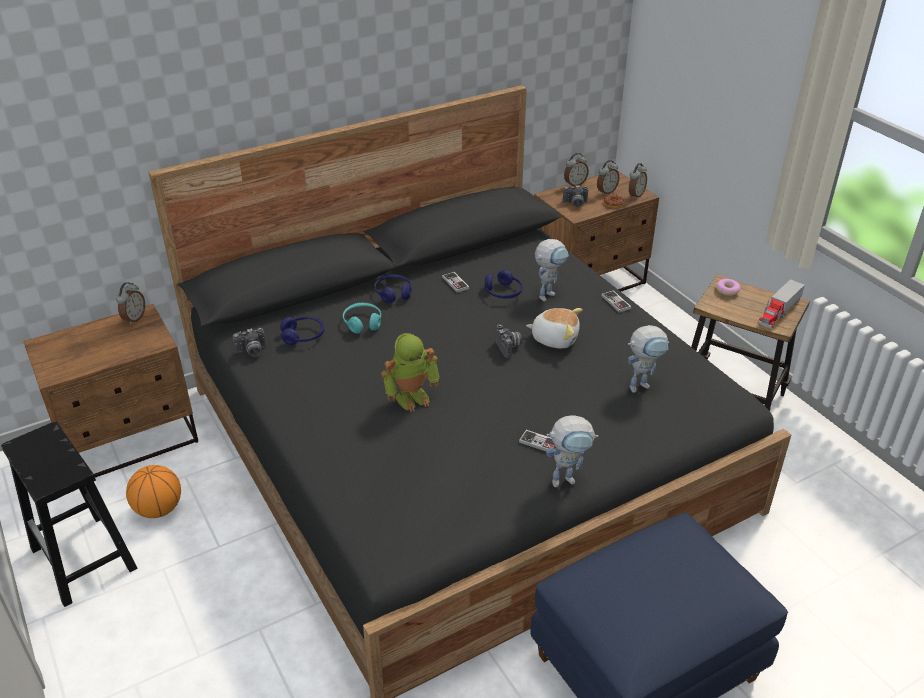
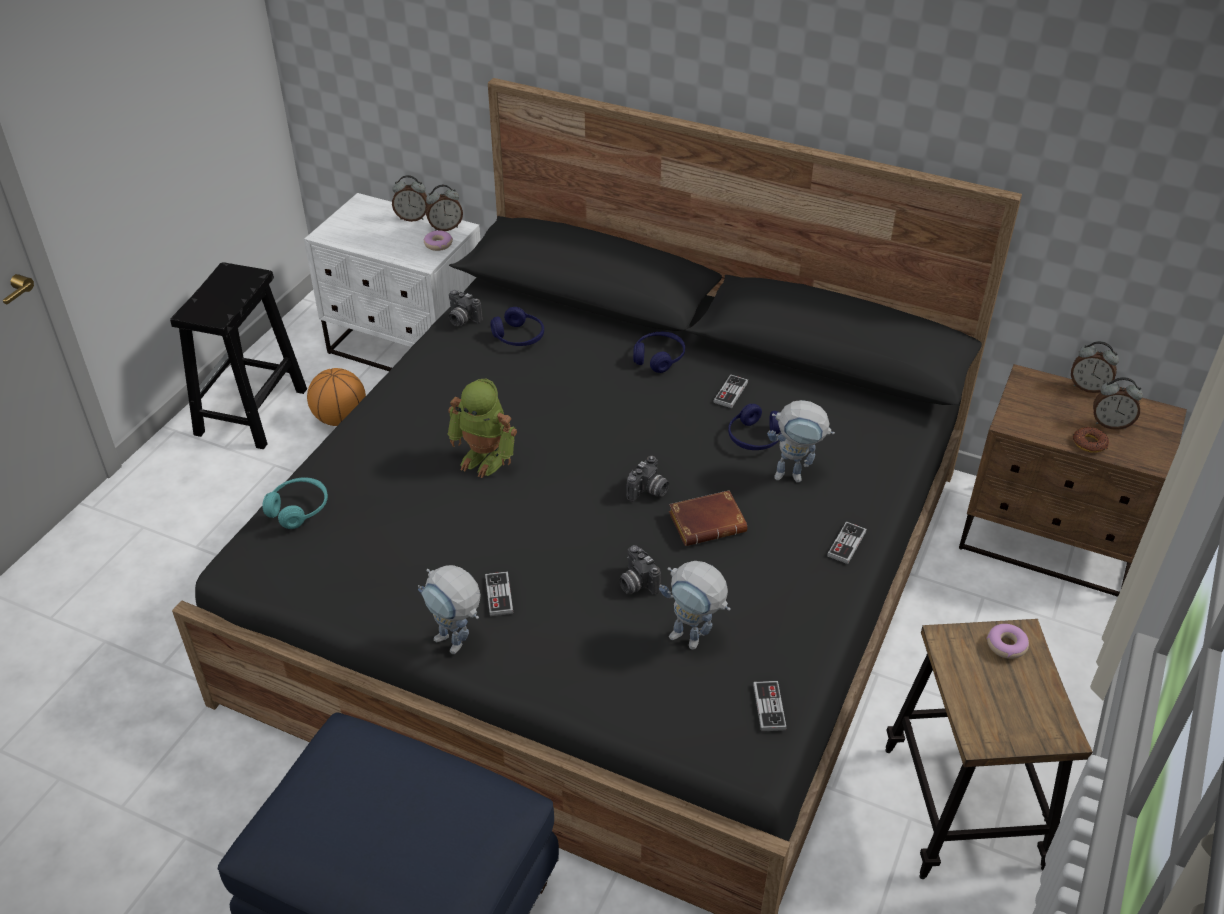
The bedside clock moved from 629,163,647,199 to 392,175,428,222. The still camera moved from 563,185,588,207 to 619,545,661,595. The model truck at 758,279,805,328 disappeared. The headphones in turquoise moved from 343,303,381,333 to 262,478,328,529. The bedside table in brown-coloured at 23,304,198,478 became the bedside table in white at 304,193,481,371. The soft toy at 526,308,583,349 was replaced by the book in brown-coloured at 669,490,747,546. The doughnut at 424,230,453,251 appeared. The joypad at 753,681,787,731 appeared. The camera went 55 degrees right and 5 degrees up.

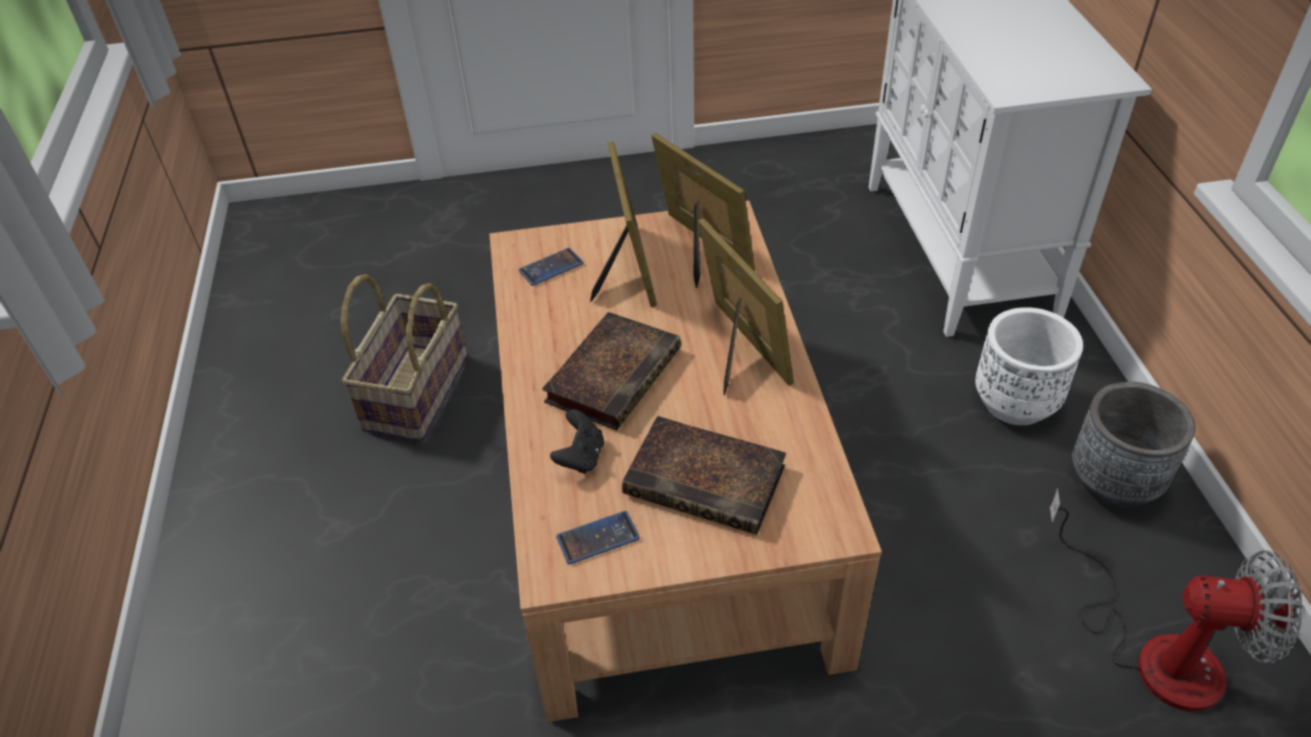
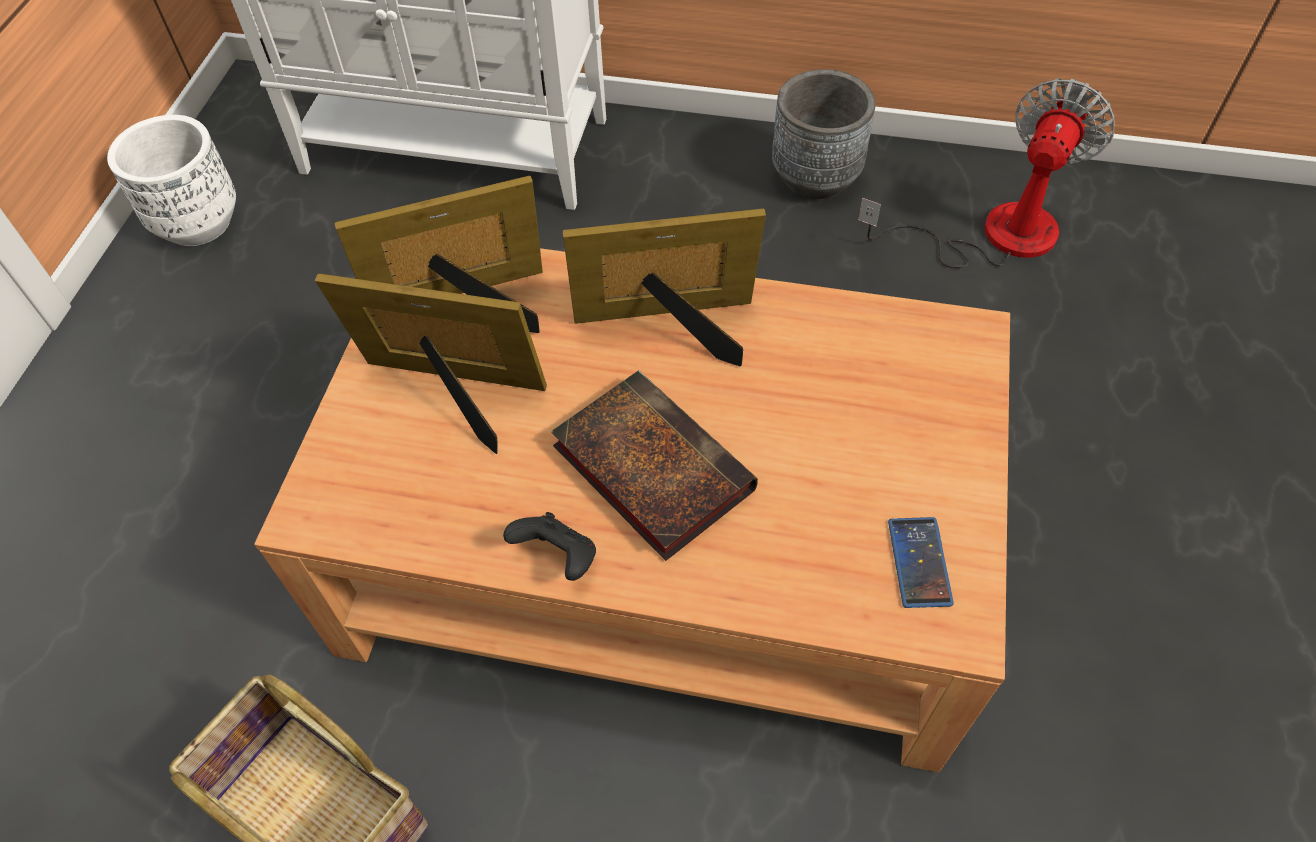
The telephone at 518,248,584,286 disappeared. The flower pot in white moved from 975,307,1083,425 to 107,115,236,246. The joypad in black moved from 550,409,604,474 to 503,512,596,581. The book at 622,416,786,535 disappeared. The camera went 70 degrees left and 10 degrees up.

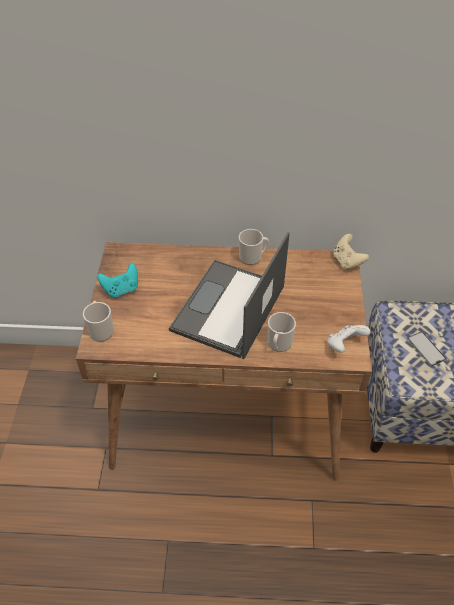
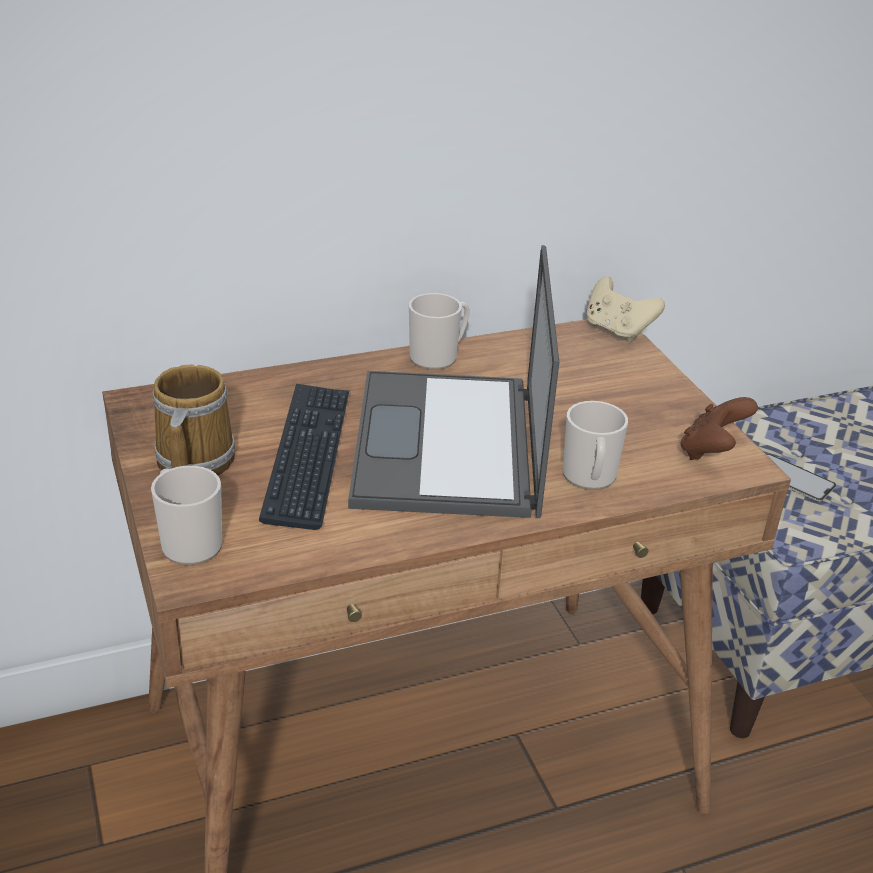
The joypad in turquoise at 97,263,138,297 was replaced by the coffee mug at 152,364,236,475. The joypad in white at 327,325,371,353 became the joypad in brown-coloured at 681,397,758,460. The keyboard at 259,384,349,530 appeared. The camera went 25 degrees left and 15 degrees down.

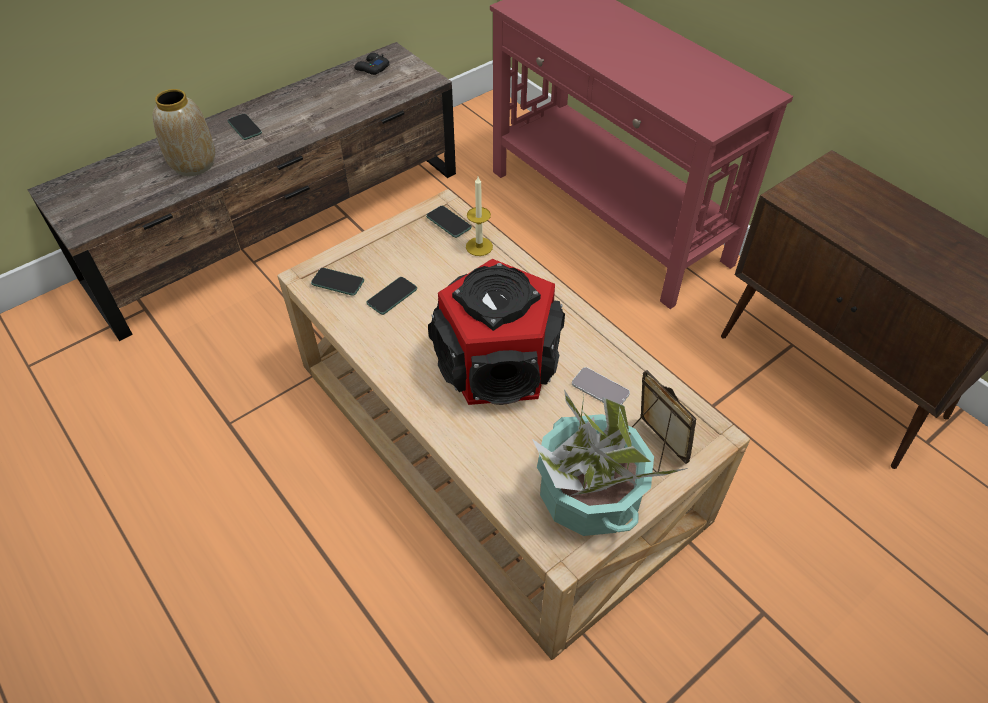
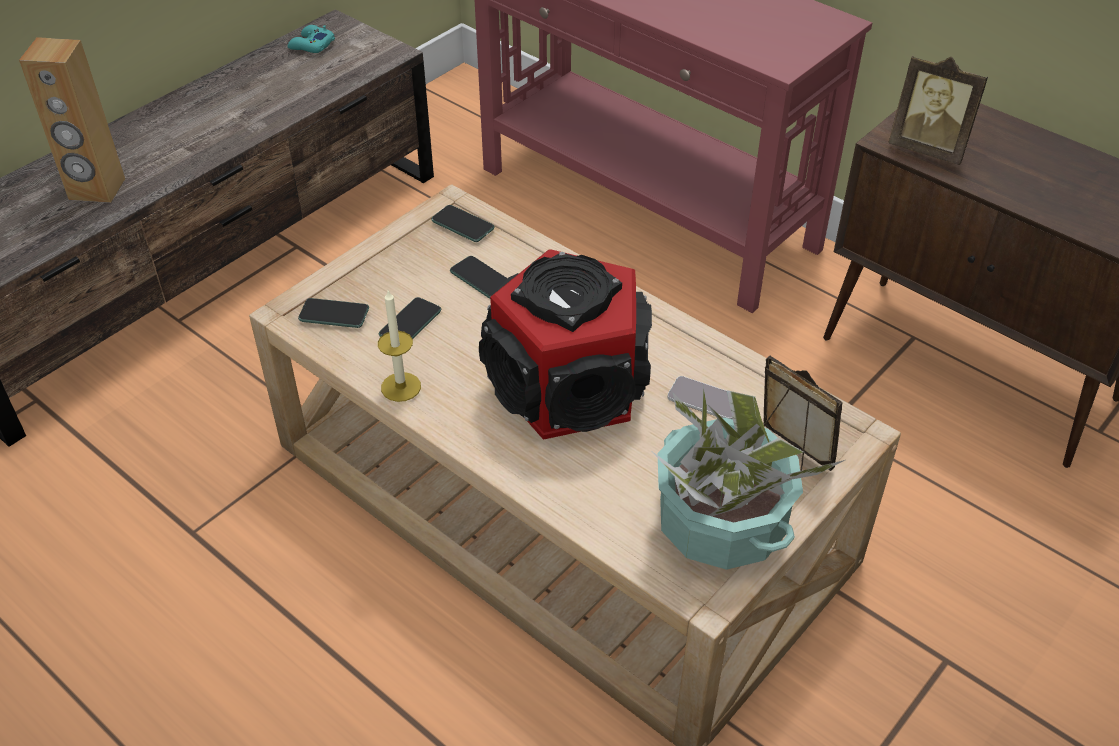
The joypad in black at 354,53,390,75 became the joypad in turquoise at 288,25,335,53. The decorative vase at 153,89,215,176 was replaced by the audio speaker in brown-coloured at 19,37,125,203. The telephone moved from 227,114,262,140 to 450,256,508,299. The wax candle moved from 466,177,493,256 to 378,290,421,402. The standing frame at 888,56,988,165 appeared. The camera went 10 degrees left and 5 degrees down.

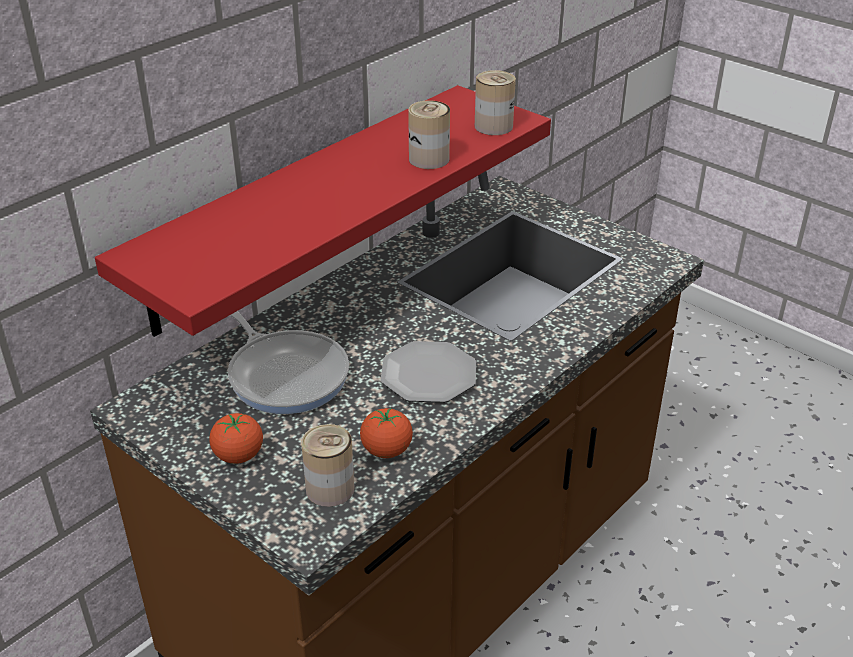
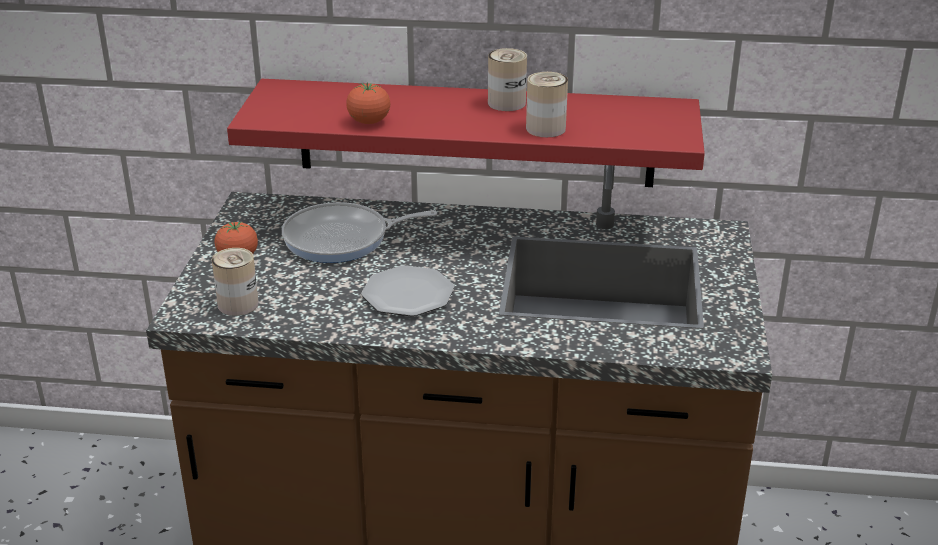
The can moved from 475,70,516,135 to 488,48,527,111. The frying pan at 228,311,349,414 turned 60 degrees clockwise. The fresh tomato moved from 360,408,413,458 to 346,82,390,124. The camera went 55 degrees right and 5 degrees down.

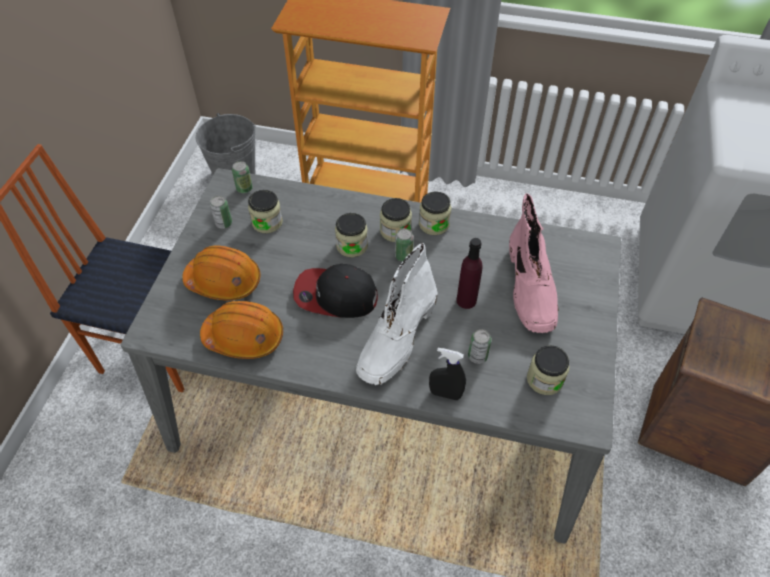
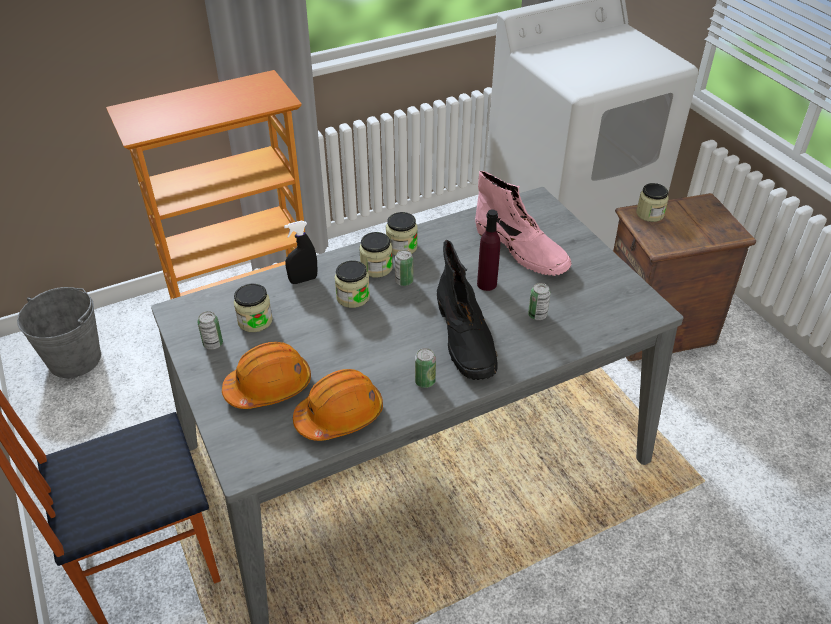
The can moved from 232,161,253,193 to 415,348,436,388. The boot in white at 356,243,437,385 became the boot in black at 437,240,498,380. The peaked cap at 293,264,378,318 disappeared. The jar moved from 527,345,569,395 to 636,183,669,222. The hand sprayer in black moved from 429,348,466,400 to 284,221,318,284. The camera went 40 degrees left and 10 degrees down.

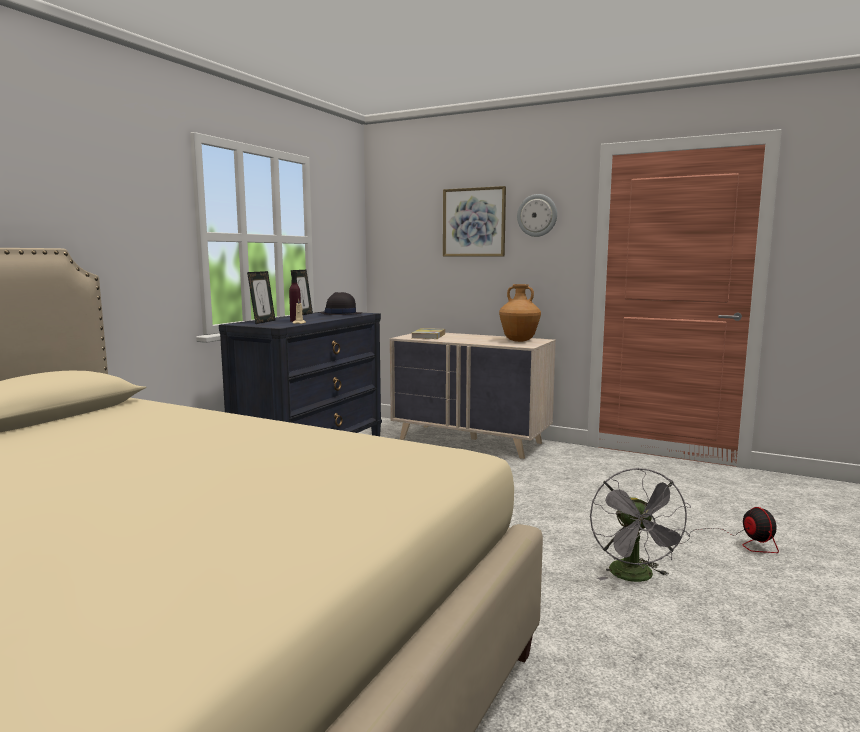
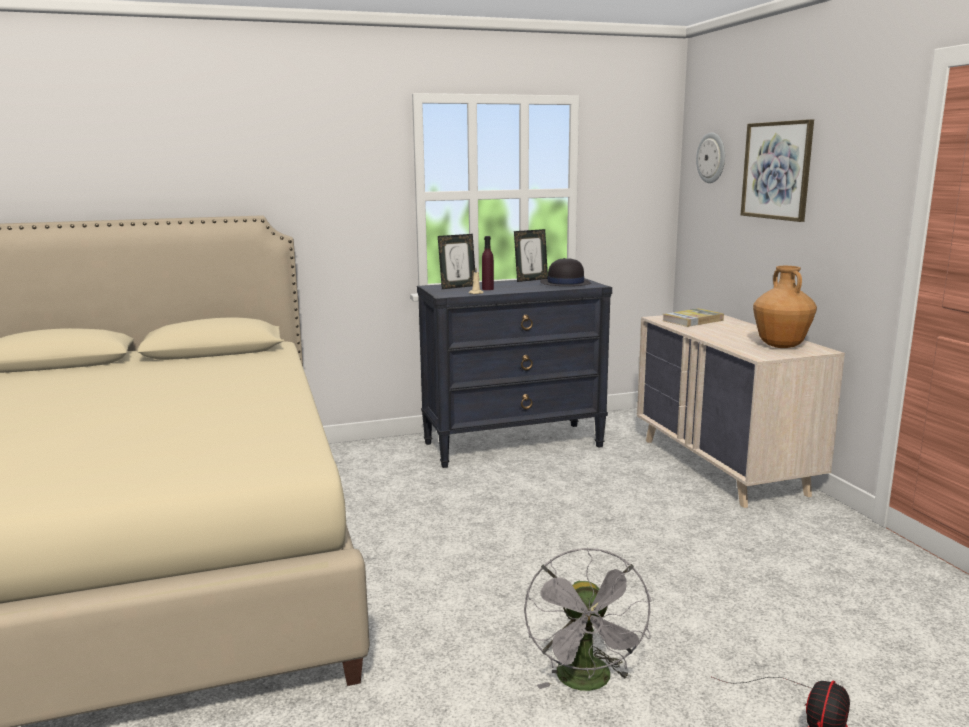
The hanging clock moved from 517,194,557,237 to 696,133,725,183. The electric fan in grey at 590,468,691,582 turned 45 degrees counterclockwise. The camera went 45 degrees right and 5 degrees up.

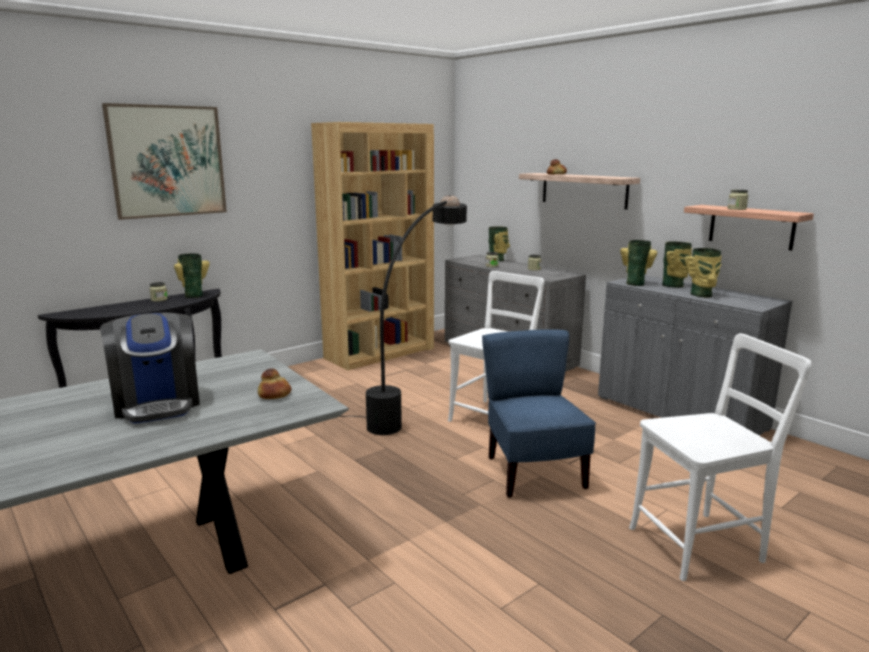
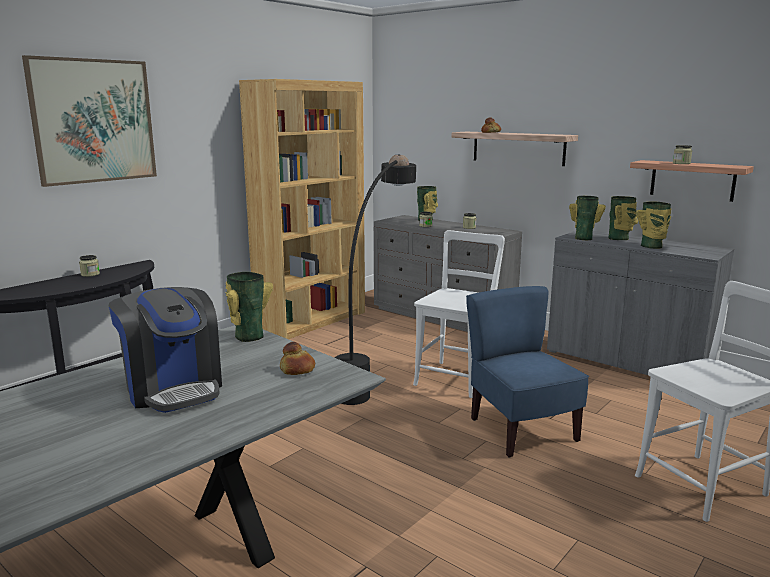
The decorative vase moved from 174,253,210,298 to 225,272,273,342. The camera went 10 degrees left and 0 degrees up.

